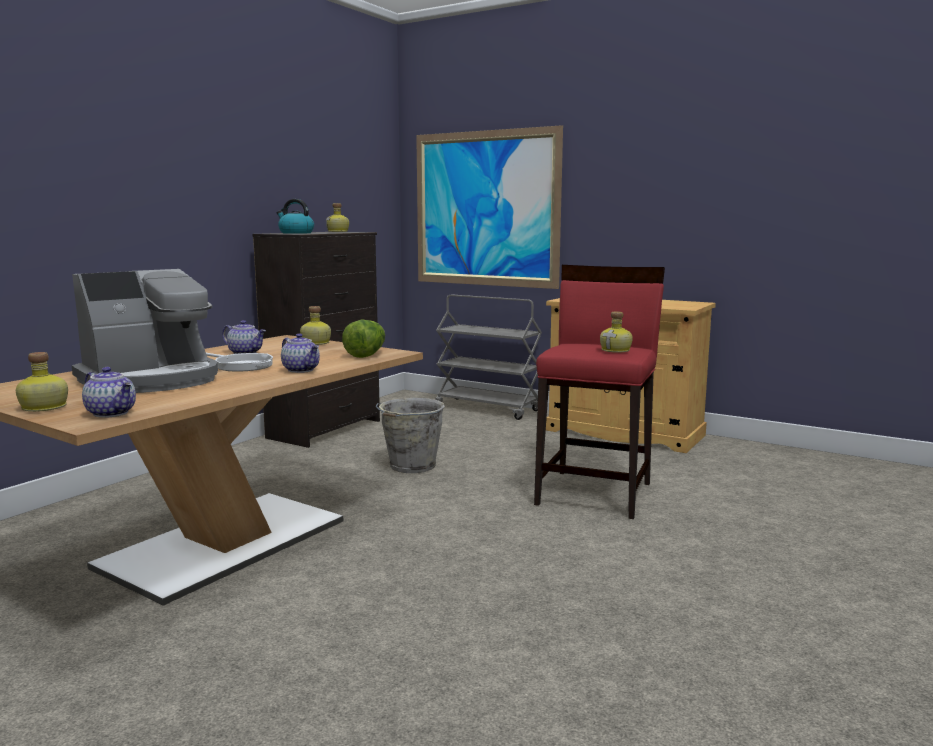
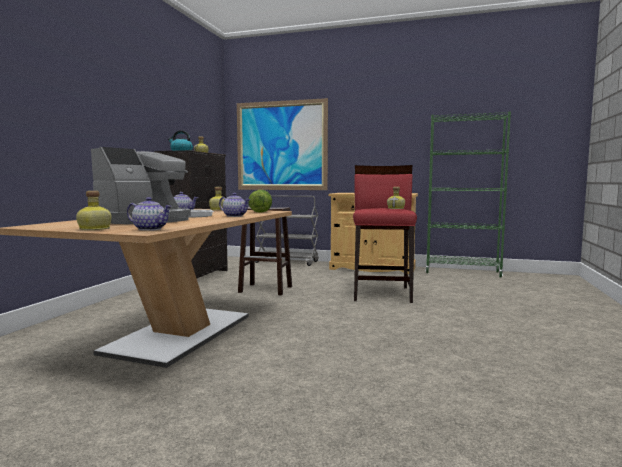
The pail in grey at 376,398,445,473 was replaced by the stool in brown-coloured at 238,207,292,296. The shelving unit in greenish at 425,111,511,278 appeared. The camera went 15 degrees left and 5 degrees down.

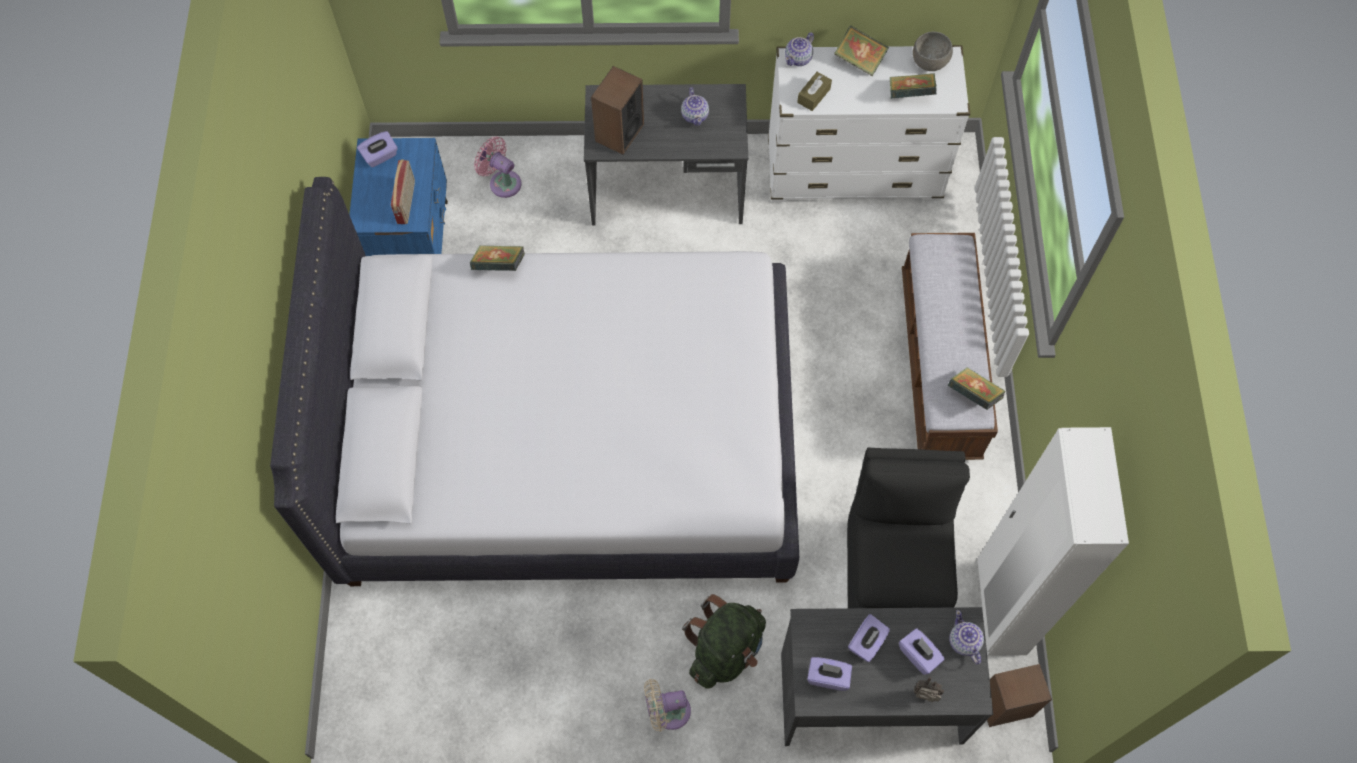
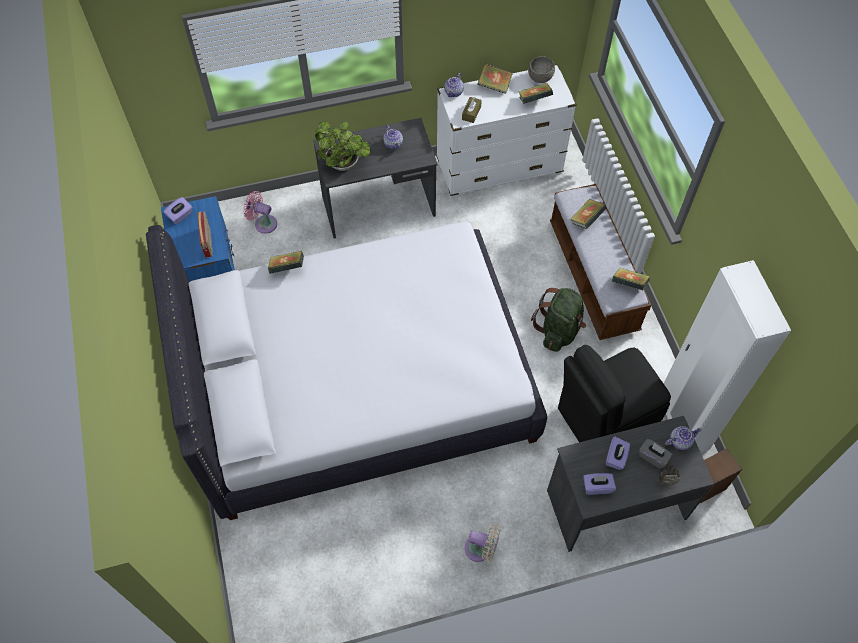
The audio speaker at 591,66,644,154 was replaced by the houseplant at 315,121,370,171. The upright chair in black at 847,447,970,608 turned 105 degrees counterclockwise. The backpack in greenish moved from 682,594,766,689 to 531,288,586,352. The teapot at 949,610,984,664 turned 105 degrees clockwise. The tissue holder in purple at 899,628,945,675 became the tissue holder in grey at 639,439,672,469. The electric fan in beige at 644,679,691,732 turned 135 degrees counterclockwise. The book at 570,199,607,229 appeared. The camera went 15 degrees left and 5 degrees down.

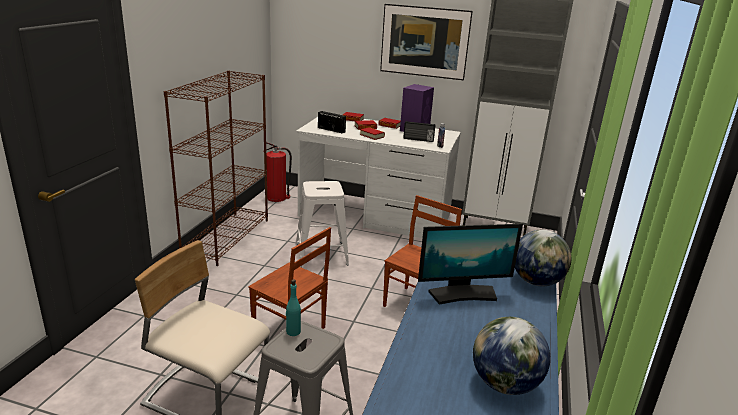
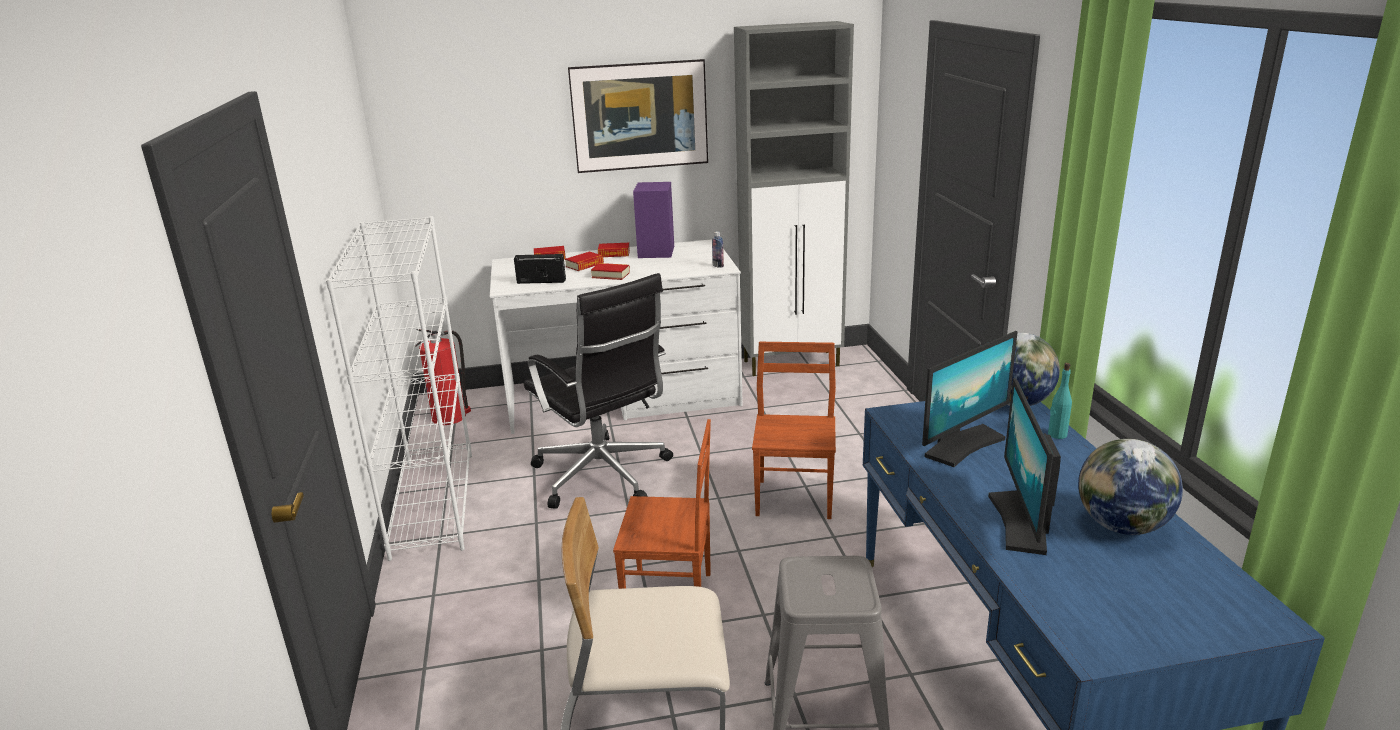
The shelving unit in brown-coloured at 164,70,268,266 became the shelving unit in white at 326,216,472,561. The radio receiver at 403,121,435,142 disappeared. The stool in white at 296,181,349,267 was replaced by the desk chair in black at 524,273,673,509. The bottle in turquoise moved from 286,279,301,336 to 1048,363,1072,439. The computer display at 988,378,1061,555 appeared. The camera went 25 degrees left and 0 degrees up.

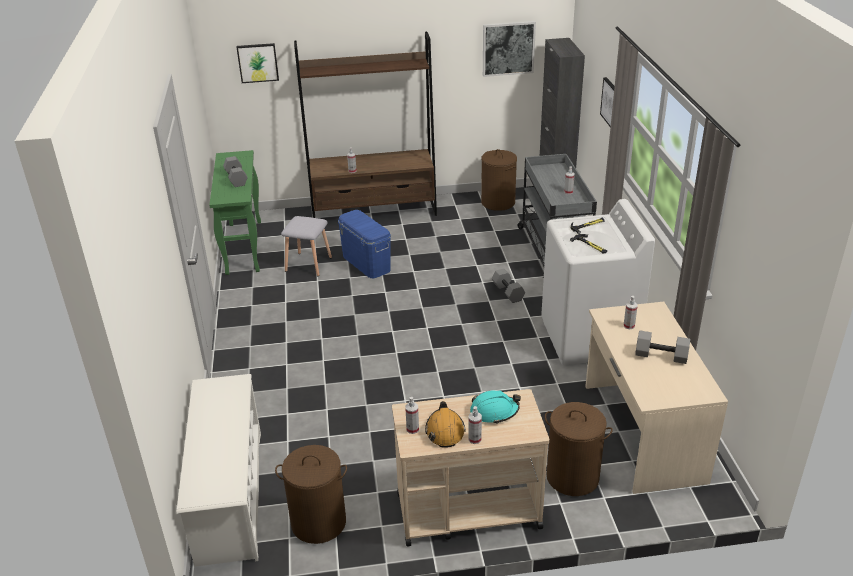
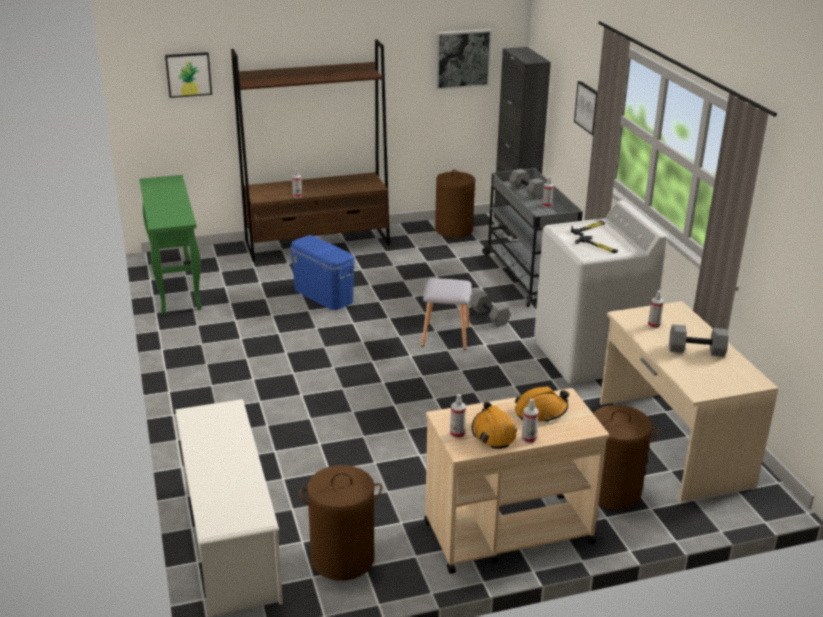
The hand weight in grey moved from 223,156,248,187 to 509,169,545,200. The stool in grey moved from 281,216,332,276 to 421,278,471,350. The hard hat in turquoise at 470,391,521,424 became the hard hat in orange-coloured at 515,386,569,423. The camera went 10 degrees left and 5 degrees down.

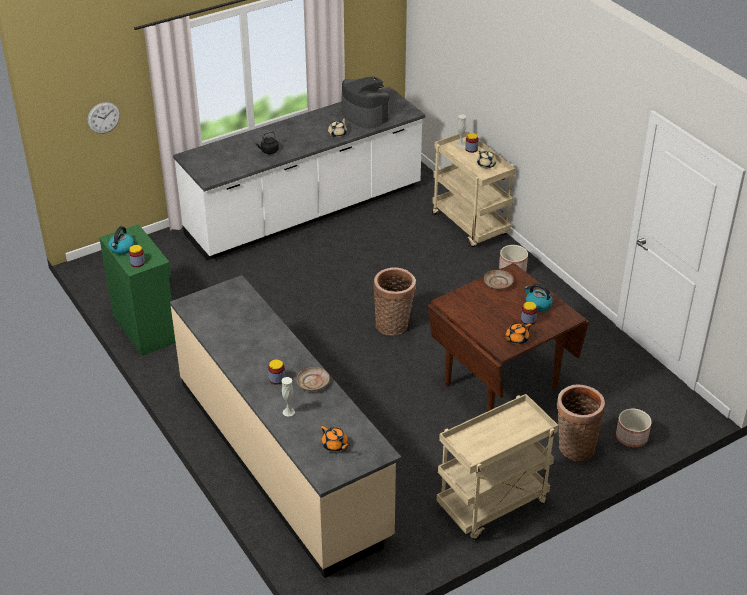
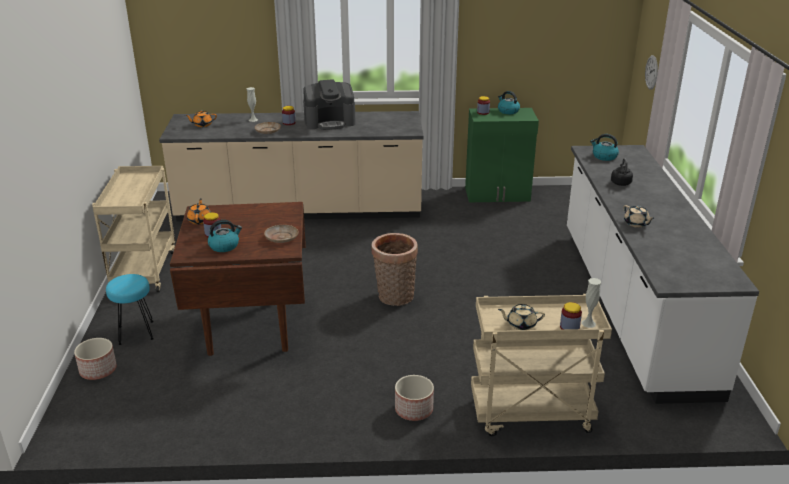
The coffee maker moved from 341,76,390,128 to 303,79,356,130. The storage basket at 557,384,605,461 was replaced by the stool in turquoise at 106,274,154,345. The kettle at 590,134,619,161 appeared. The camera went 120 degrees right and 10 degrees down.

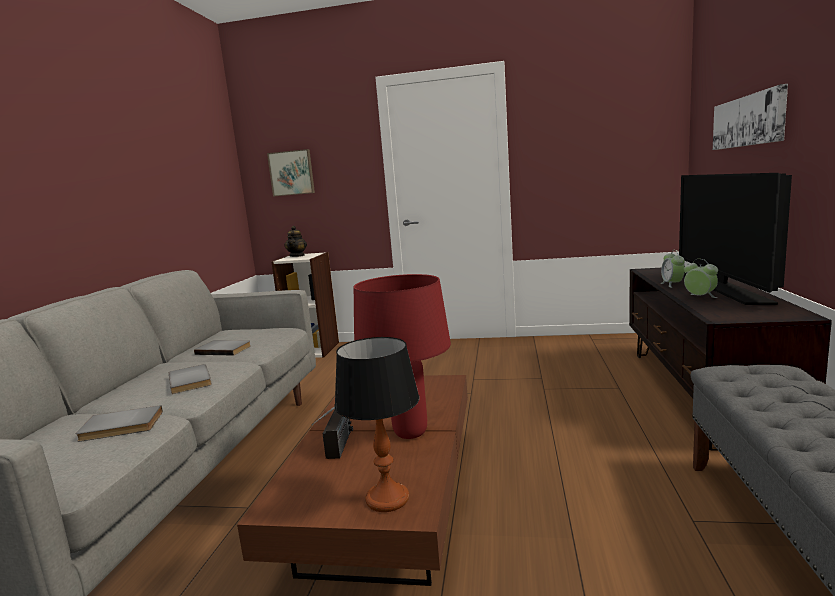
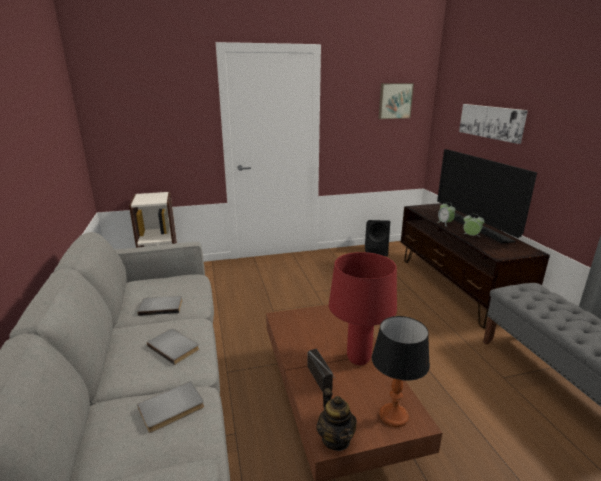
The wall art moved from 267,149,315,197 to 378,83,414,119. The teapot moved from 284,226,307,257 to 317,388,357,451. The audio speaker in black at 365,220,390,256 appeared. The camera went 25 degrees left and 10 degrees up.

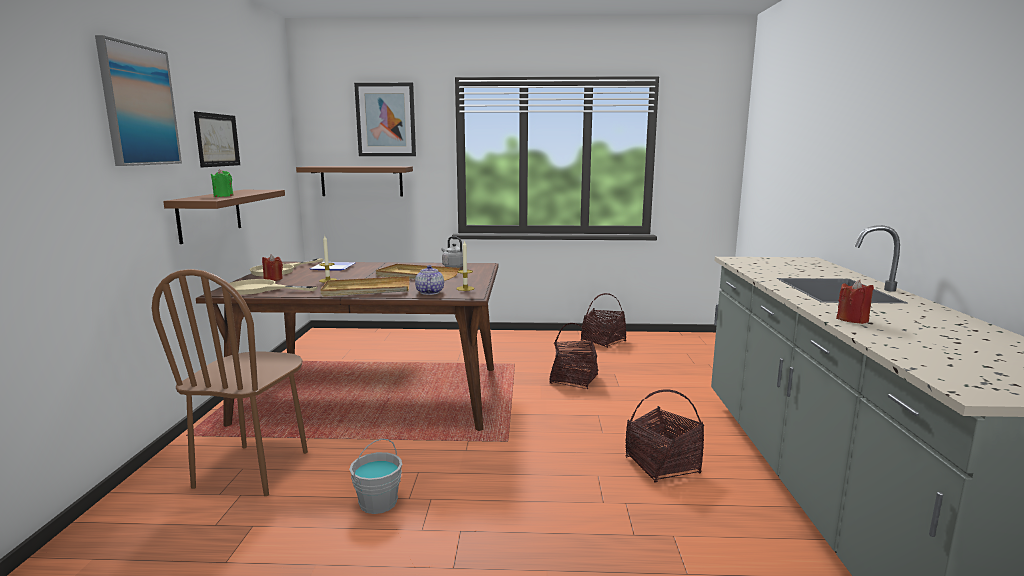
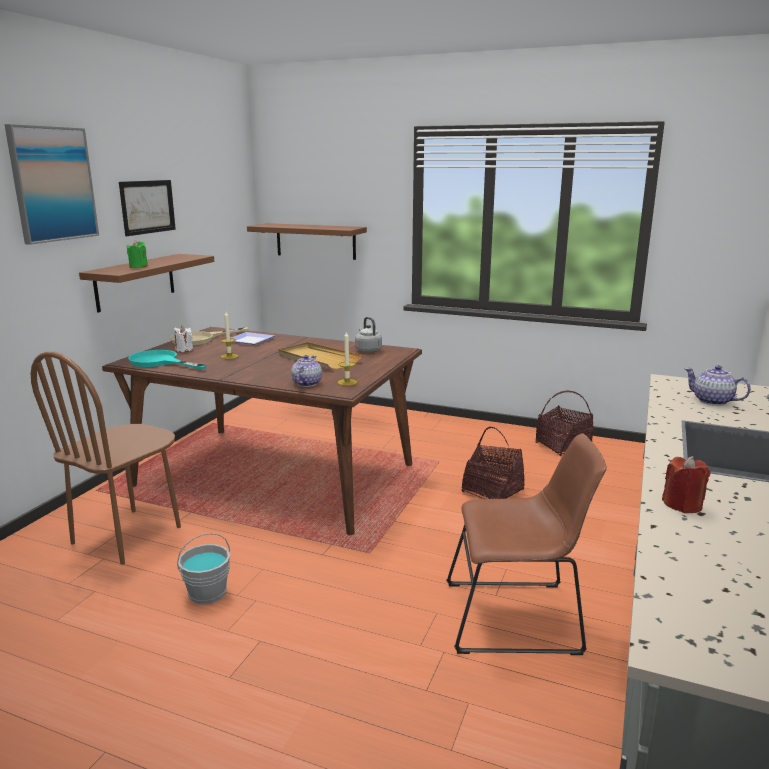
The wall art at 354,83,416,156 disappeared. The wax candle in reddish at 262,255,283,281 became the wax candle in white at 174,326,193,352. The tray in beige at 320,276,409,297 disappeared. The frying pan in beige at 229,279,317,295 became the frying pan in turquoise at 128,350,207,370. The storage basket at 626,389,704,483 was replaced by the upright chair in brown-coloured at 446,433,607,655. The teapot at 684,365,751,406 appeared. The camera went 20 degrees right and 5 degrees up.

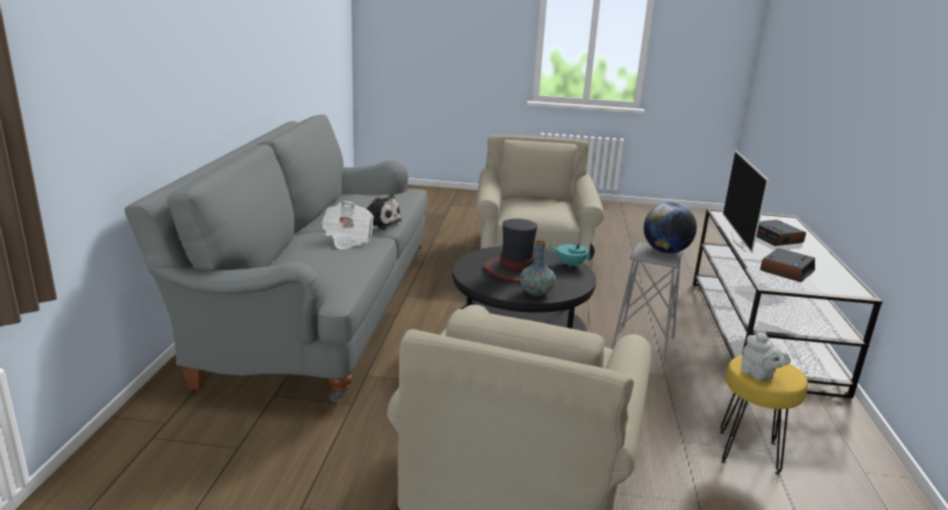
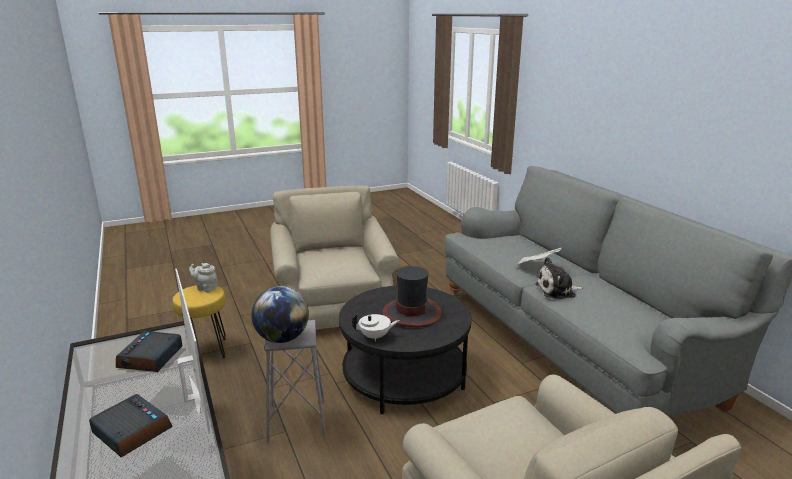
The decorative vase at 520,240,556,296 disappeared. The teapot in turquoise at 549,242,595,268 became the teapot in white at 352,313,400,342. The camera went 150 degrees right and 0 degrees up.

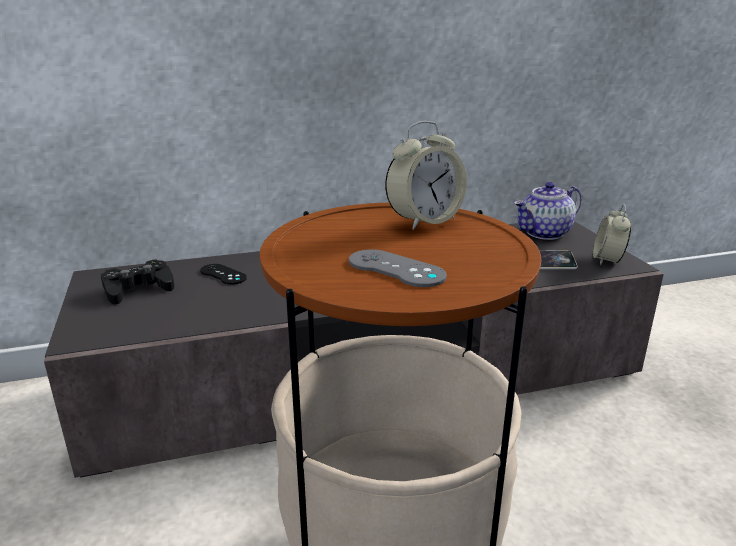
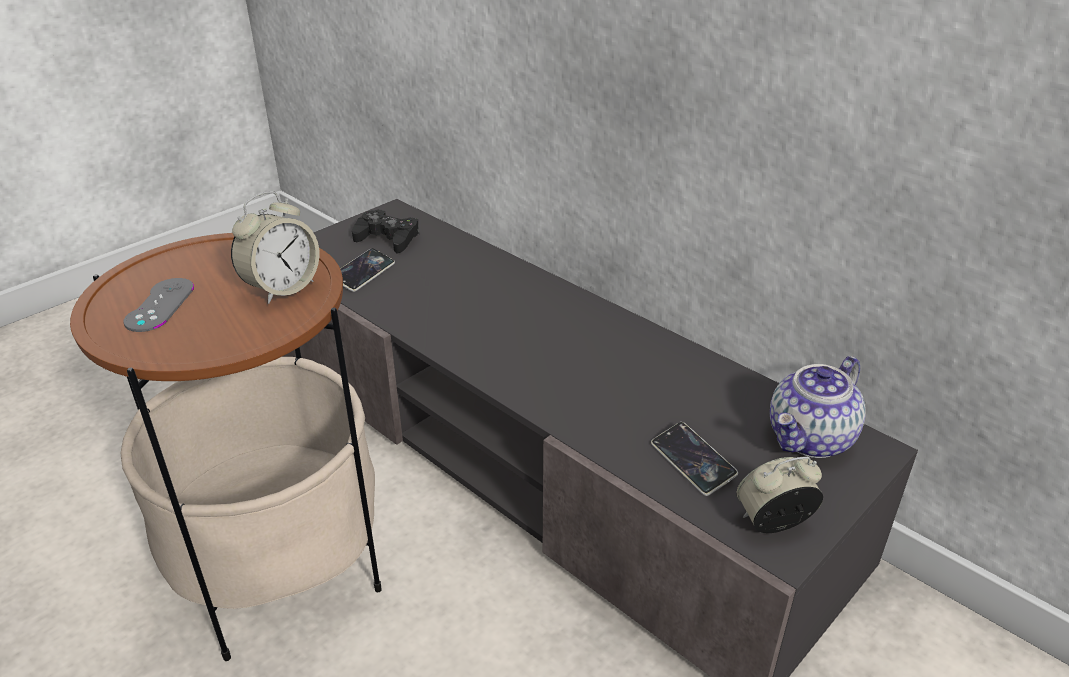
The bedside clock at 385,121,467,230 turned 75 degrees counterclockwise. The teapot at 514,182,581,240 turned 75 degrees counterclockwise. The joypad in black at 200,264,247,285 disappeared. The telephone at 340,248,395,292 appeared. The camera went 60 degrees right and 10 degrees up.

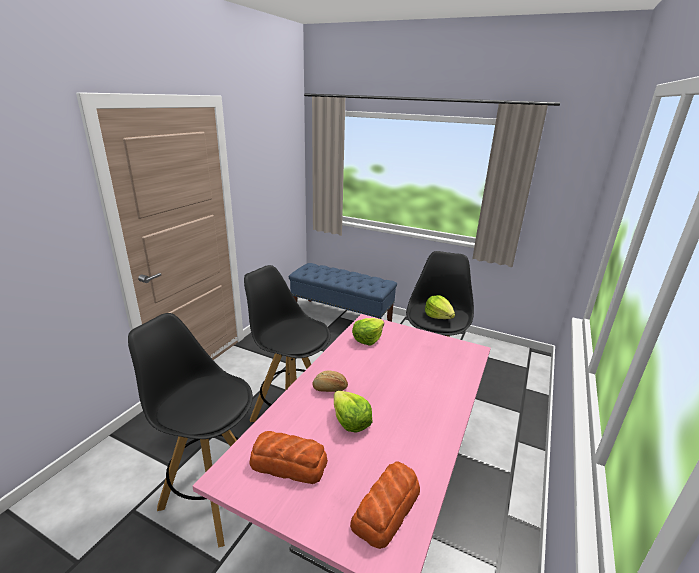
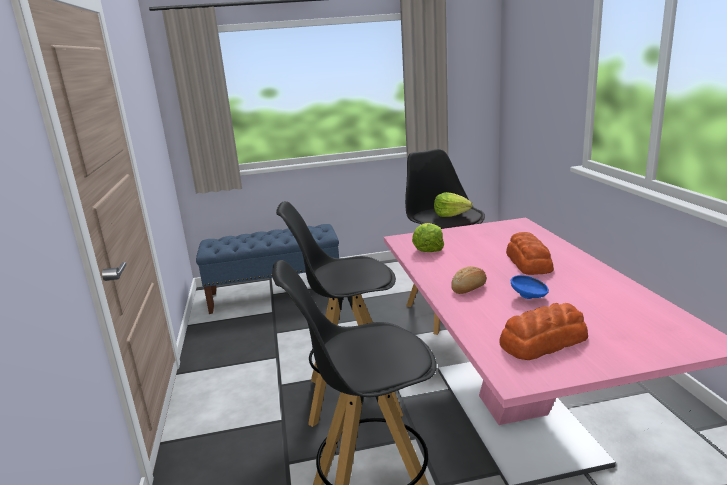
The head of lettuce at 334,391,372,433 was replaced by the deep dish in blue-coloured at 511,275,549,299. The bread moved from 350,461,420,549 to 506,232,554,275. The camera went 35 degrees left and 5 degrees down.

